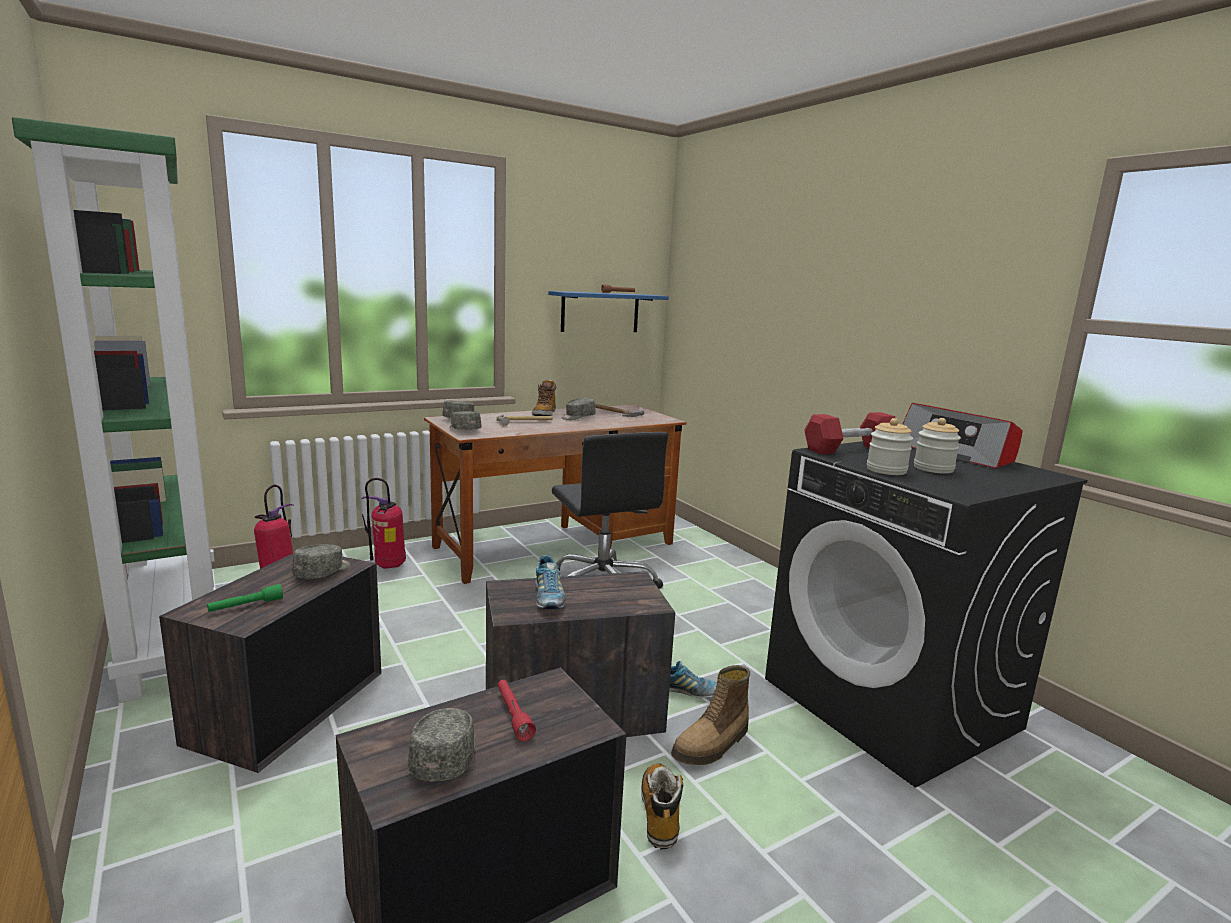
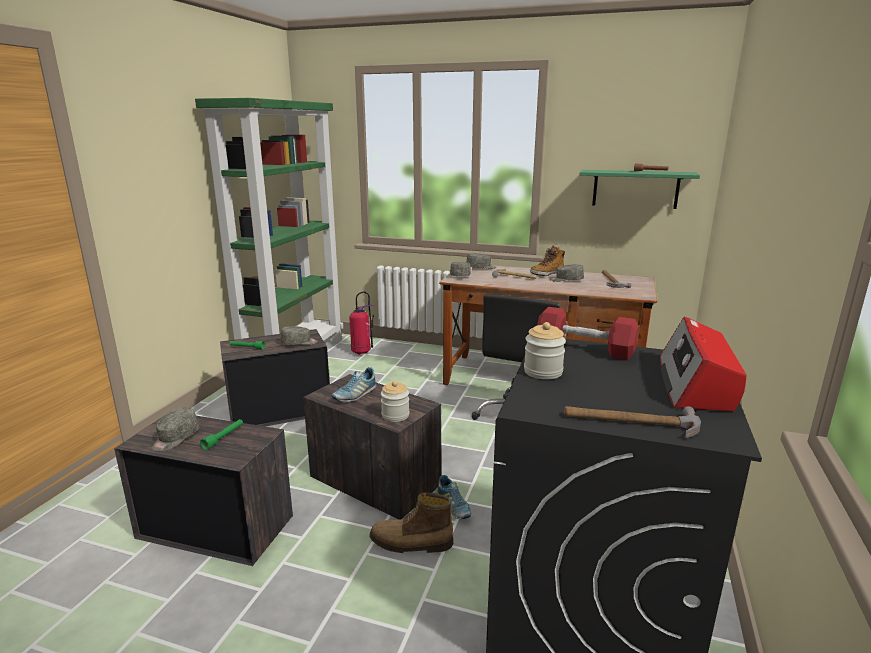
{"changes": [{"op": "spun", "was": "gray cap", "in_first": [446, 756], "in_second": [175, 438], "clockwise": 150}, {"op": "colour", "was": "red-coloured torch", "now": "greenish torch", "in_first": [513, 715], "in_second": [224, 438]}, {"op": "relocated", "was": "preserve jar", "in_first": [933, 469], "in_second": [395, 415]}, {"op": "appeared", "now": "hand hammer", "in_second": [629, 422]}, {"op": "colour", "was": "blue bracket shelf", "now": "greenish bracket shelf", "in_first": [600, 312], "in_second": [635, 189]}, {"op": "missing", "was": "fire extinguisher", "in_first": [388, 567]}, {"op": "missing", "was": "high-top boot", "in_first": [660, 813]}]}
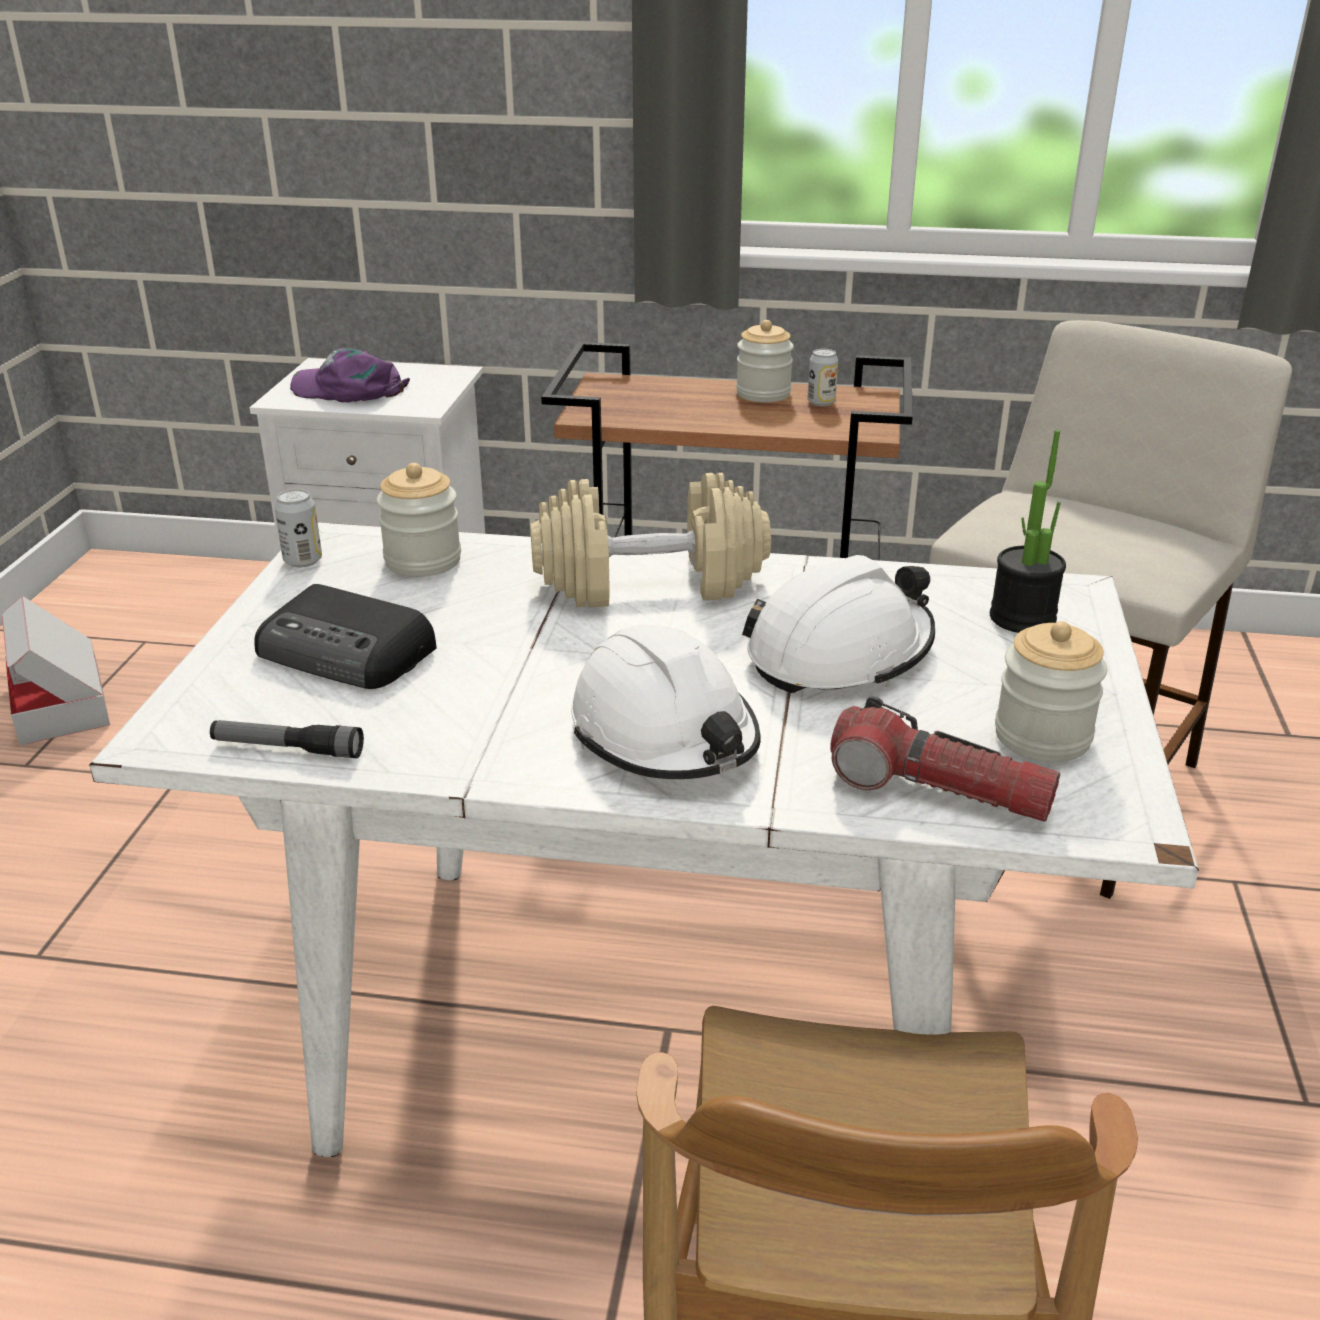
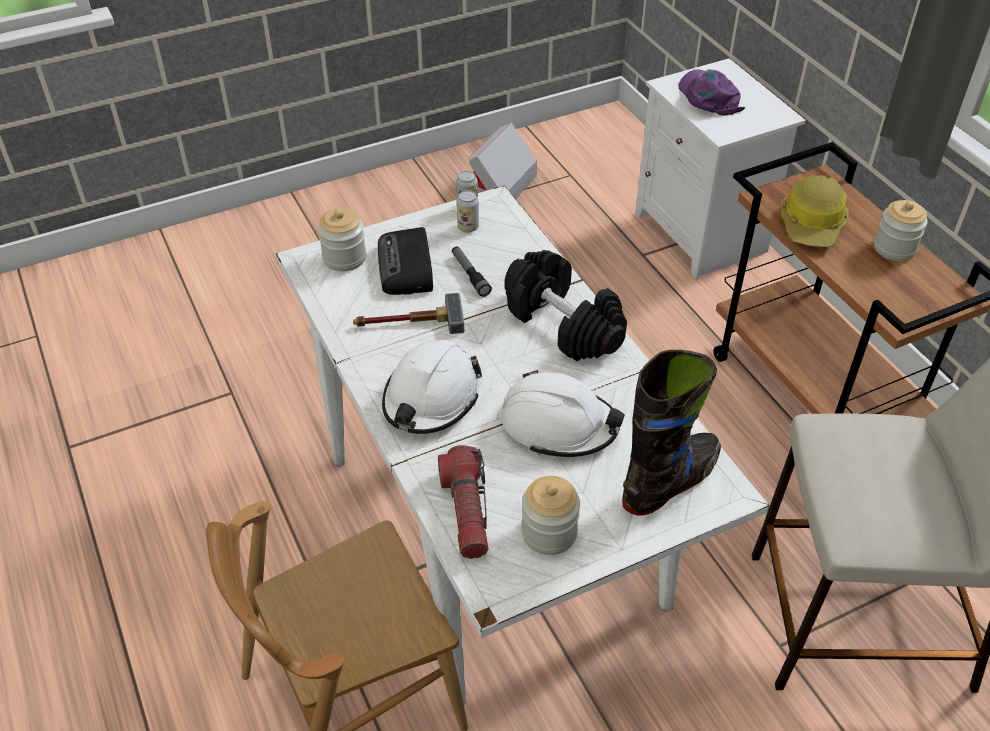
{"changes": [{"op": "relocated", "was": "preserve jar", "in_first": [423, 561], "in_second": [344, 258]}, {"op": "appeared", "now": "hand hammer", "in_second": [408, 322]}, {"op": "relocated", "was": "torch", "in_first": [287, 749], "in_second": [470, 275]}, {"op": "relocated", "was": "metal can", "in_first": [821, 402], "in_second": [468, 227]}, {"op": "colour", "was": "sand-coloured hand weight", "now": "black-coloured hand weight", "in_first": [650, 581], "in_second": [564, 324]}, {"op": "exchanged", "was": "potted plant", "now": "black-coloured high-top boot", "in_first": [1022, 618], "in_second": [670, 482]}, {"op": "appeared", "now": "safety helmet", "in_second": [812, 225]}]}
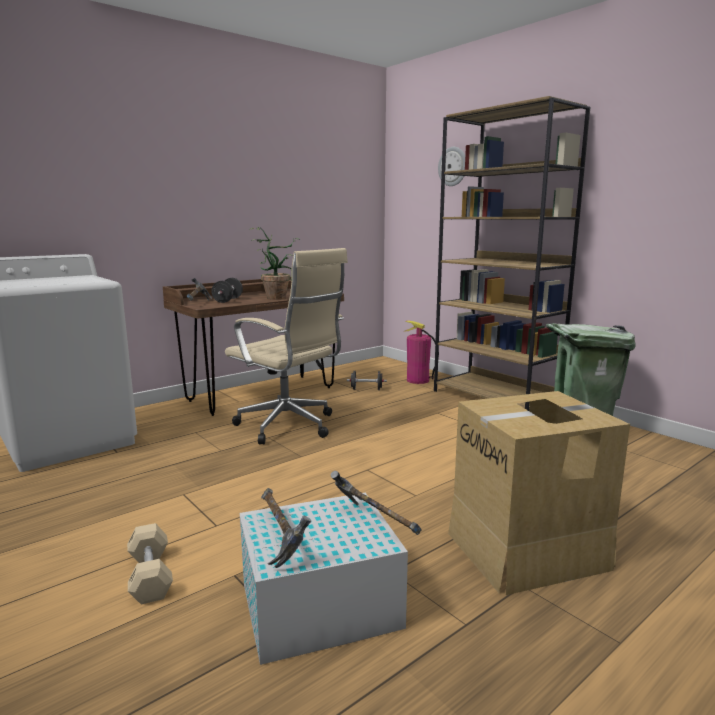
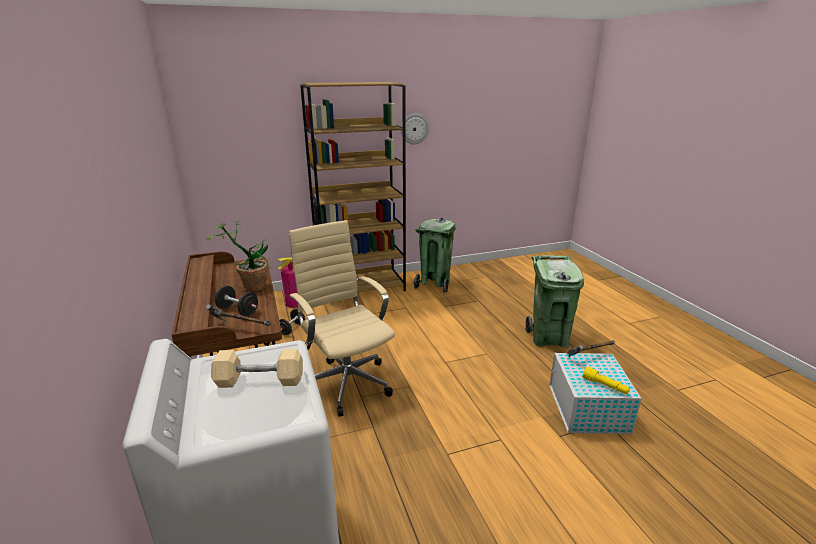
{"changes": [{"op": "relocated", "was": "sand-coloured hand weight", "in_first": [150, 576], "in_second": [260, 381]}, {"op": "spun", "was": "sand-coloured computer chair", "in_first": [290, 426], "in_second": [346, 382], "clockwise": -90}, {"op": "relocated", "was": "wall clock", "in_first": [453, 166], "in_second": [414, 129]}, {"op": "exchanged", "was": "cardboard box", "now": "greenish waste bin", "in_first": [528, 550], "in_second": [548, 338]}, {"op": "exchanged", "was": "hand hammer", "now": "yellowish torch", "in_first": [280, 540], "in_second": [605, 386]}]}
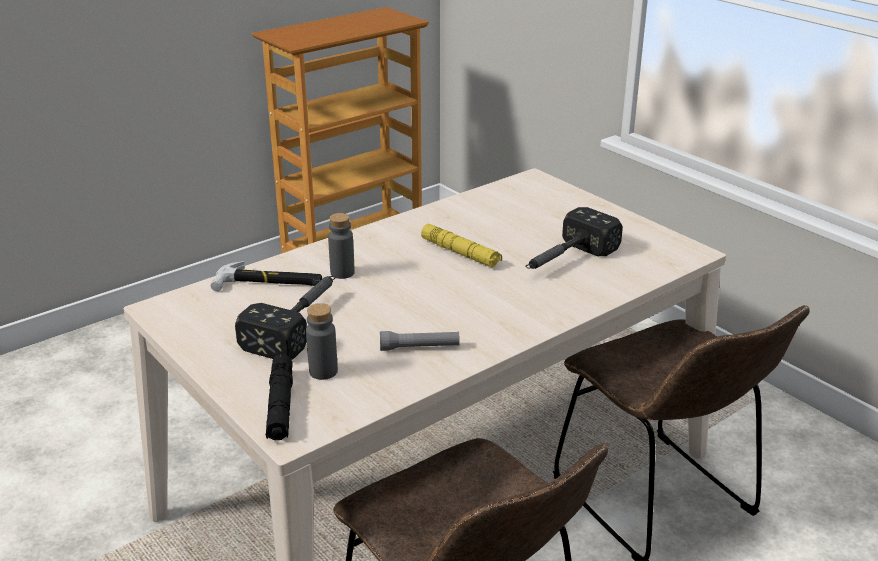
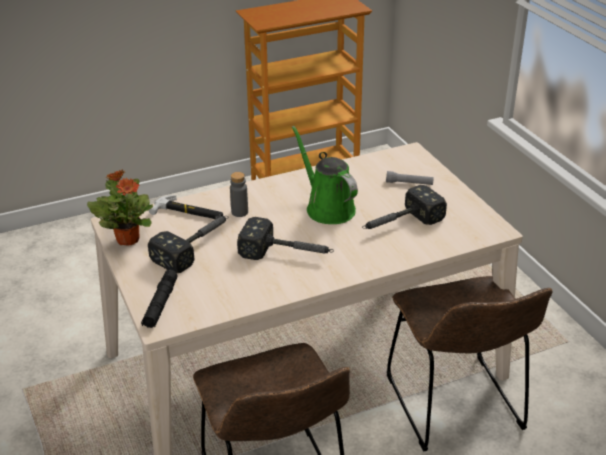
{"changes": [{"op": "appeared", "now": "potted plant", "in_second": [128, 239]}, {"op": "appeared", "now": "hand hammer", "in_second": [288, 253]}, {"op": "exchanged", "was": "yellowish torch", "now": "greenish sprinkling can", "in_first": [460, 253], "in_second": [327, 208]}, {"op": "relocated", "was": "gray torch", "in_first": [419, 347], "in_second": [409, 183]}, {"op": "missing", "was": "gray beverage bottle", "in_first": [323, 371]}]}
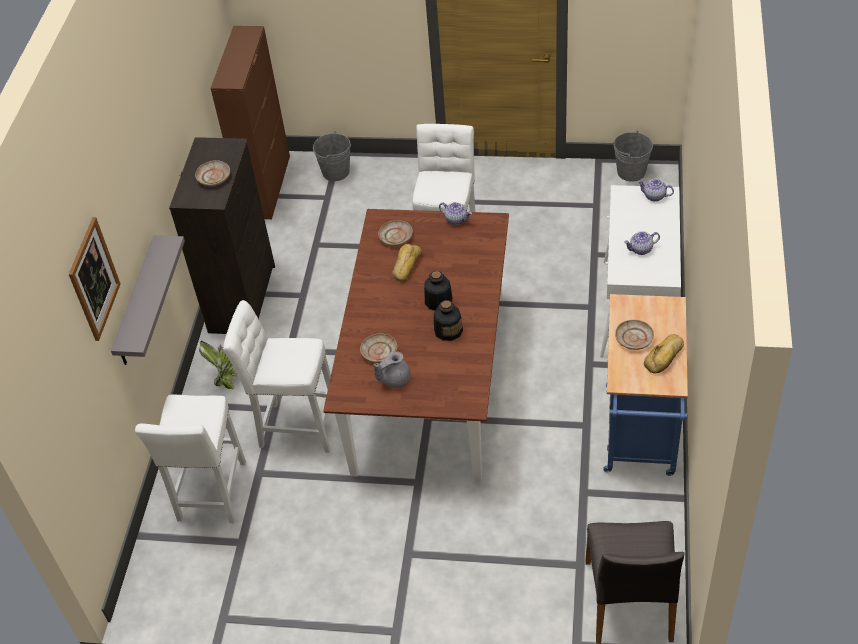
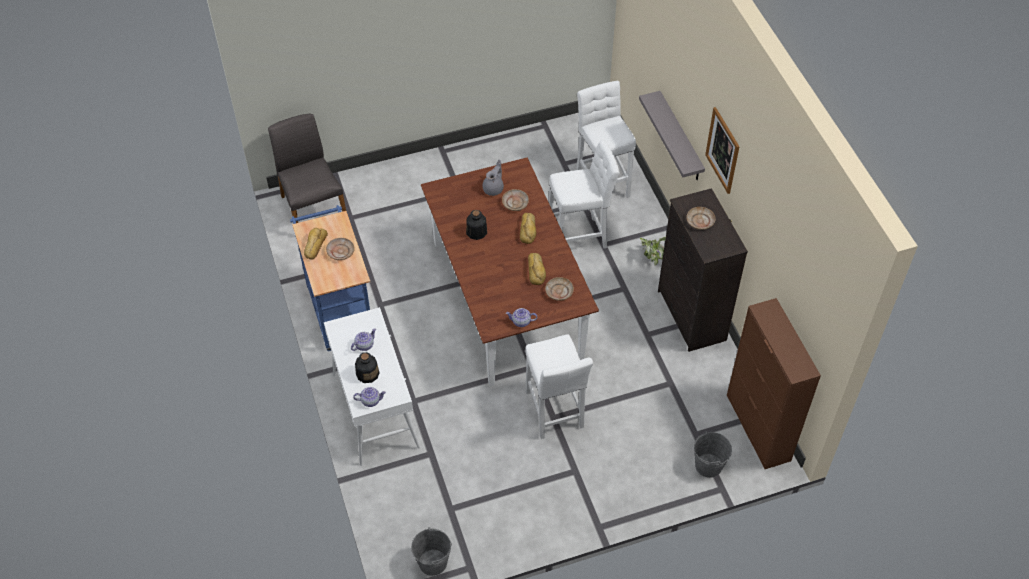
{"changes": [{"op": "relocated", "was": "beverage bottle", "in_first": [438, 301], "in_second": [367, 373]}, {"op": "appeared", "now": "bread", "in_second": [528, 230]}, {"op": "relocated", "was": "wall picture", "in_first": [94, 279], "in_second": [723, 150]}]}
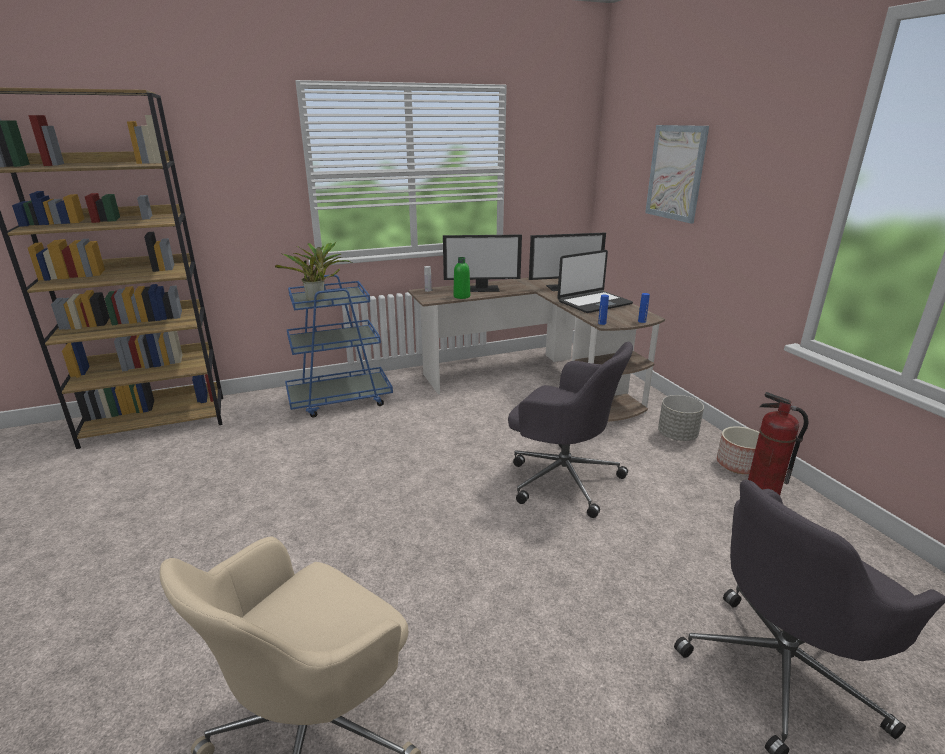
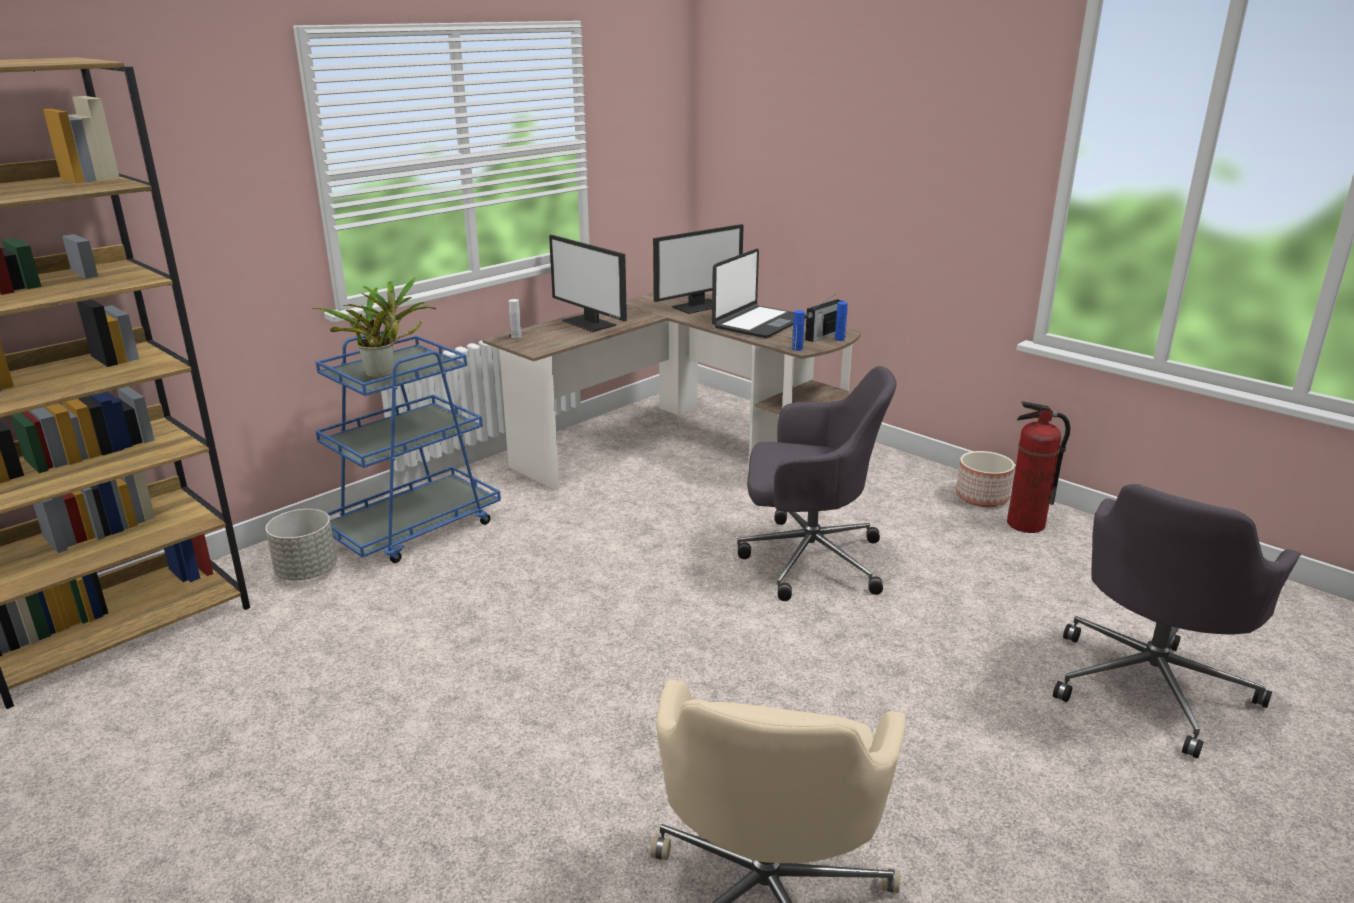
{"changes": [{"op": "relocated", "was": "gray plant pot", "in_first": [677, 436], "in_second": [307, 572]}, {"op": "spun", "was": "monitor", "in_first": [482, 288], "in_second": [590, 323], "clockwise": 75}, {"op": "appeared", "now": "radio receiver", "in_second": [823, 336]}, {"op": "missing", "was": "greenish beverage bottle", "in_first": [461, 296]}, {"op": "missing", "was": "wall picture", "in_first": [675, 173]}]}
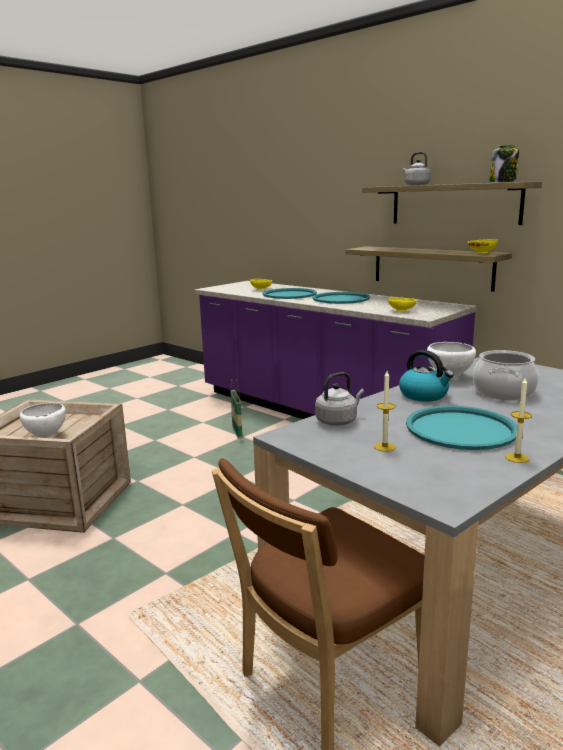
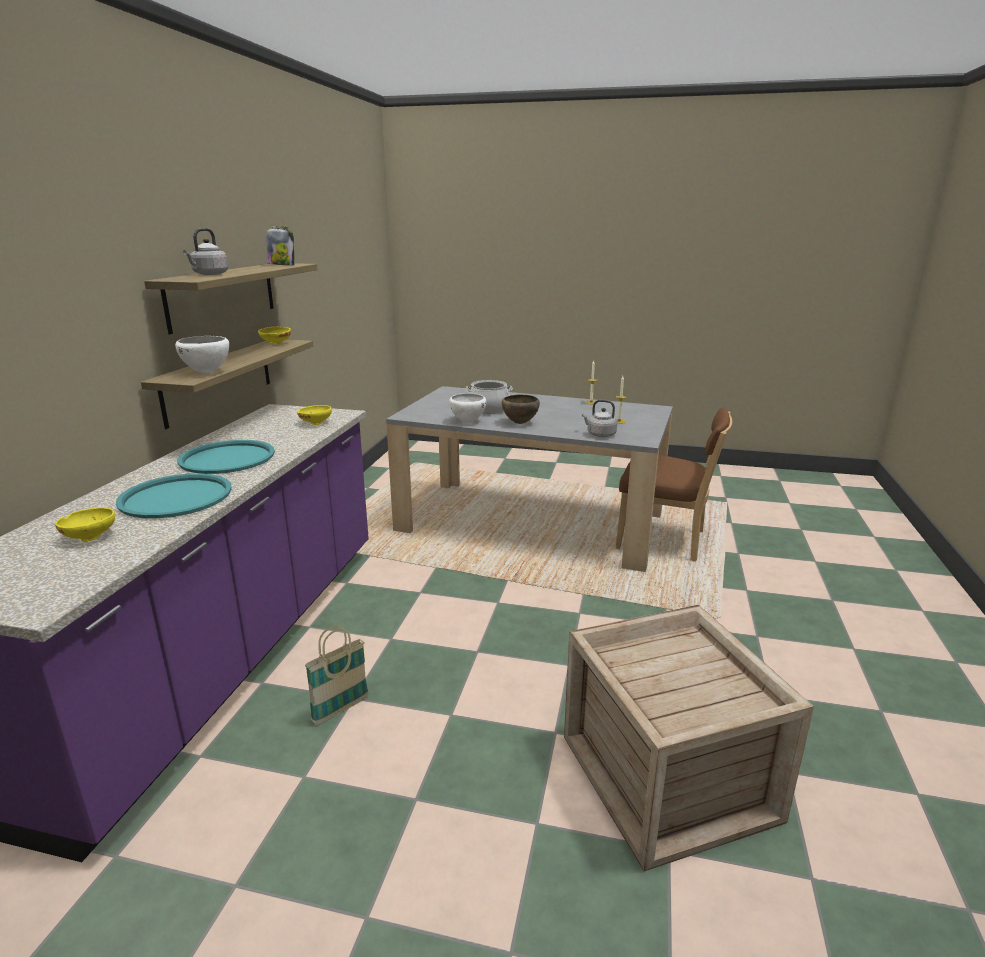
{"changes": [{"op": "relocated", "was": "white serving bowl", "in_first": [46, 436], "in_second": [207, 372]}, {"op": "exchanged", "was": "kettle", "now": "brown serving bowl", "in_first": [424, 395], "in_second": [519, 423]}, {"op": "missing", "was": "turquoise-coloured serving tray", "in_first": [461, 429]}]}
